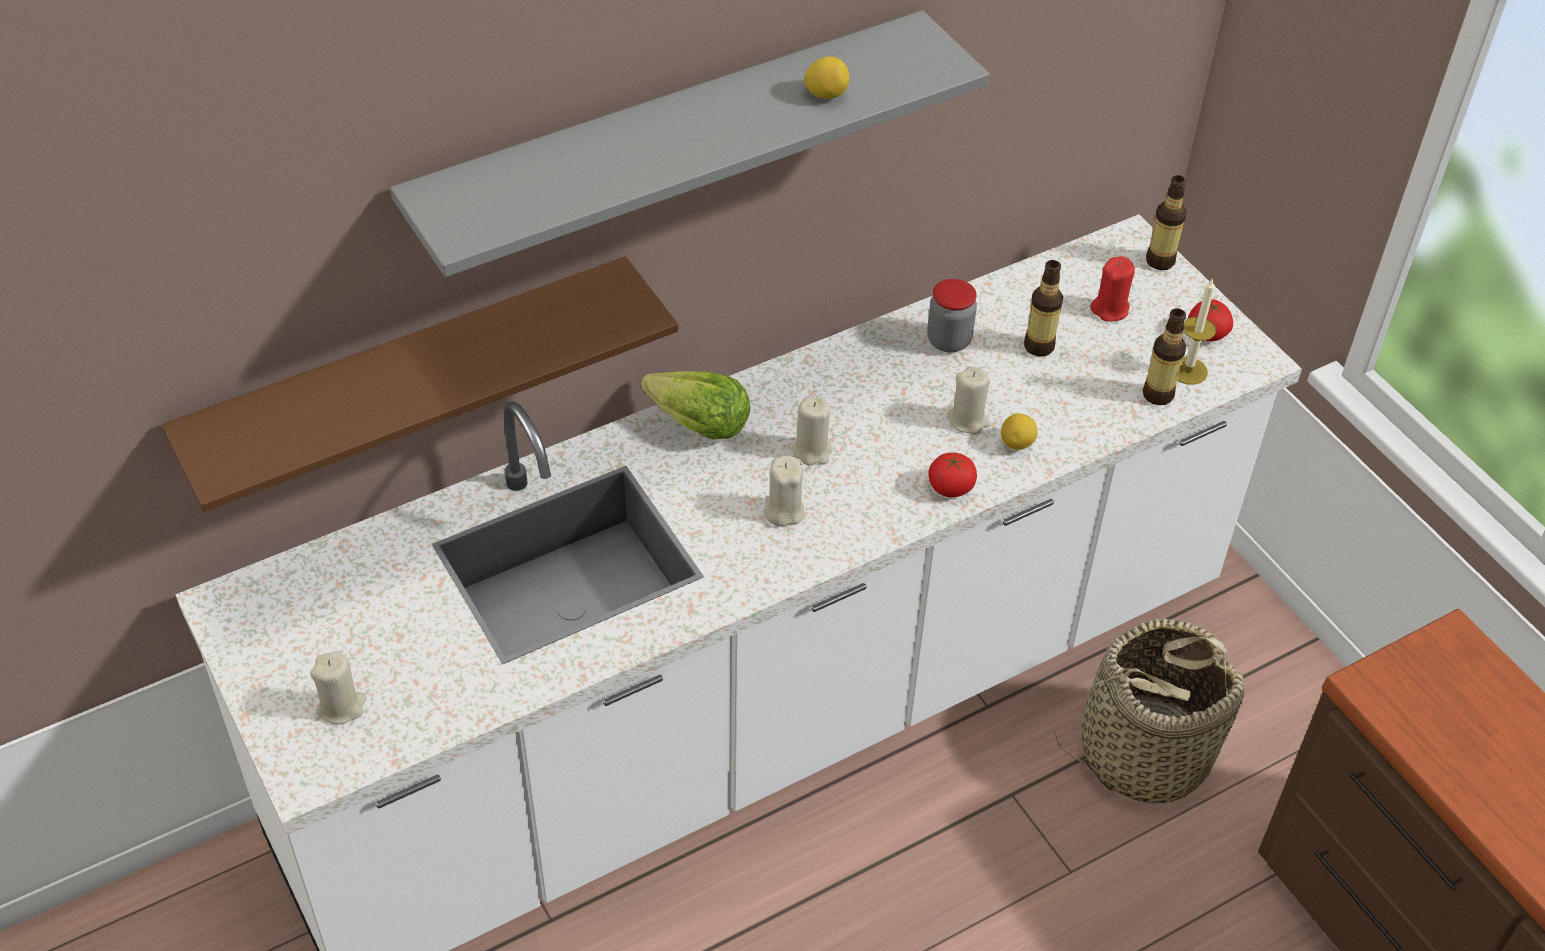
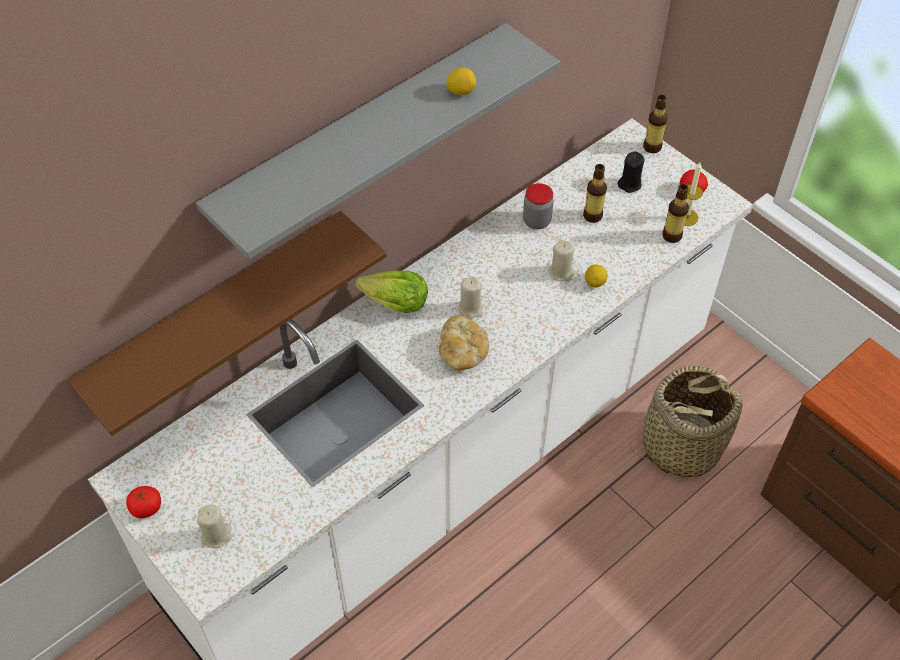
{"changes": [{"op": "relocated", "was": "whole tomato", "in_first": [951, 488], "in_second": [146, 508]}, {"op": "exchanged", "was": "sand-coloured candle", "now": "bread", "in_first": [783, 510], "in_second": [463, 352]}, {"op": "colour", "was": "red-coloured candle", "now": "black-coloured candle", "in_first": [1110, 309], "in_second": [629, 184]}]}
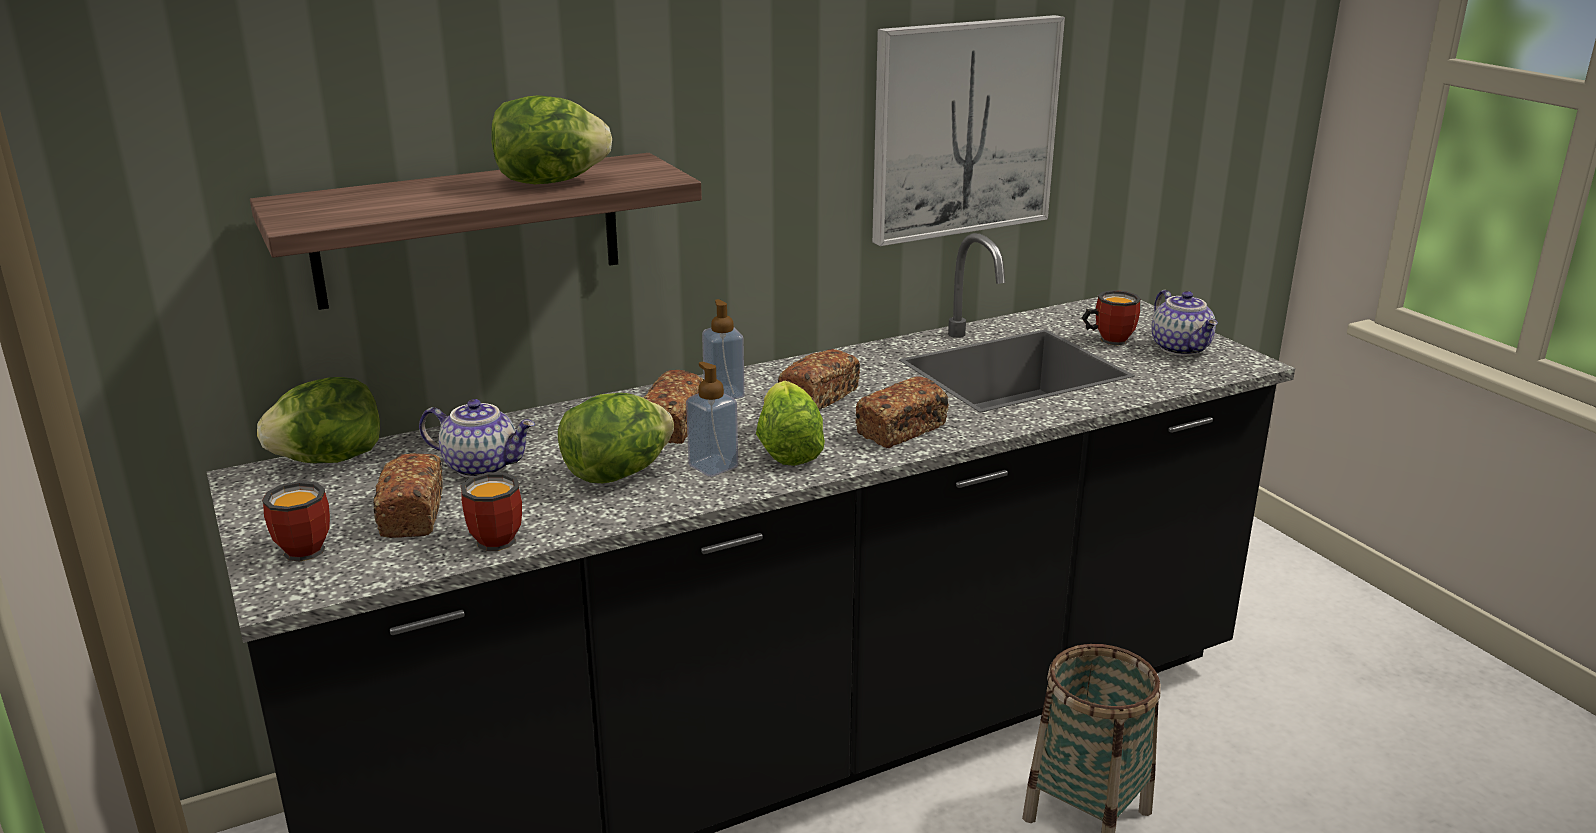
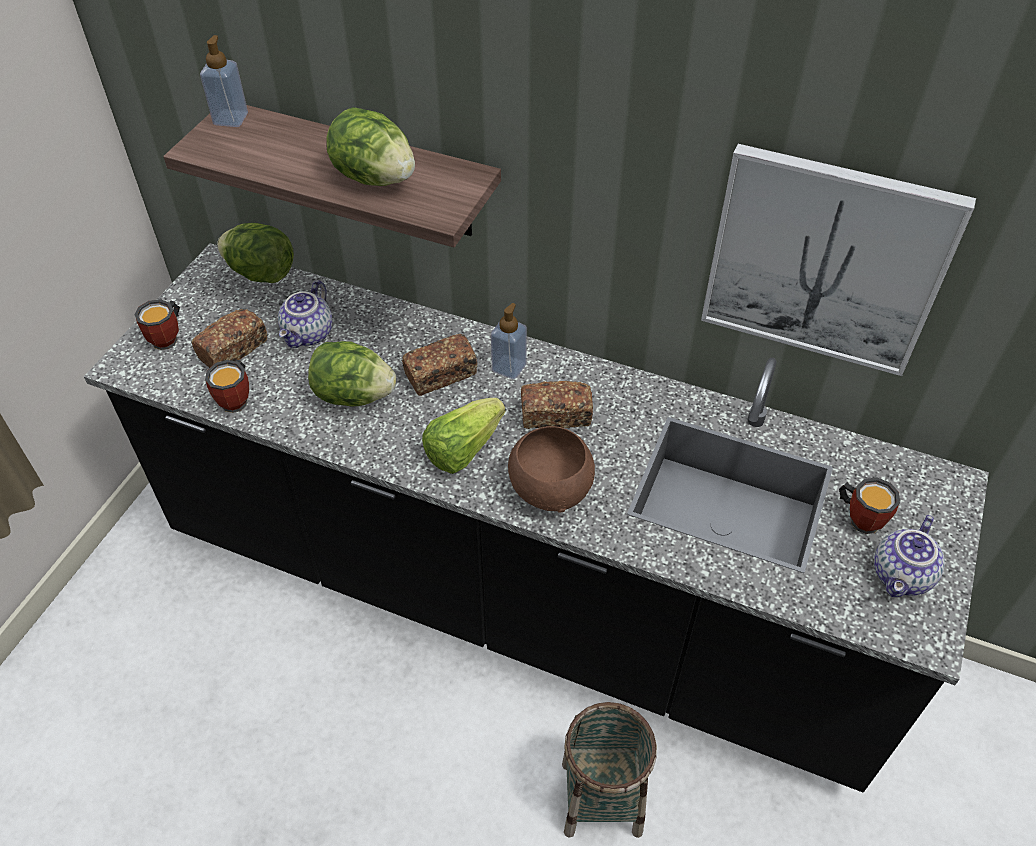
{"changes": [{"op": "relocated", "was": "liquid soap bottle", "in_first": [713, 466], "in_second": [230, 119]}, {"op": "spun", "was": "pot for tea", "in_first": [483, 466], "in_second": [309, 335], "clockwise": 45}, {"op": "exchanged", "was": "bread", "now": "brown serving bowl", "in_first": [901, 430], "in_second": [549, 489]}]}
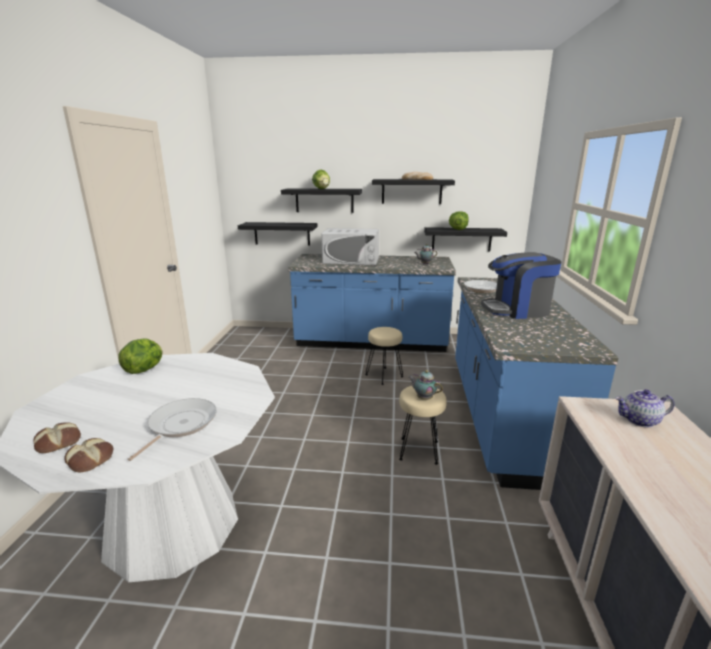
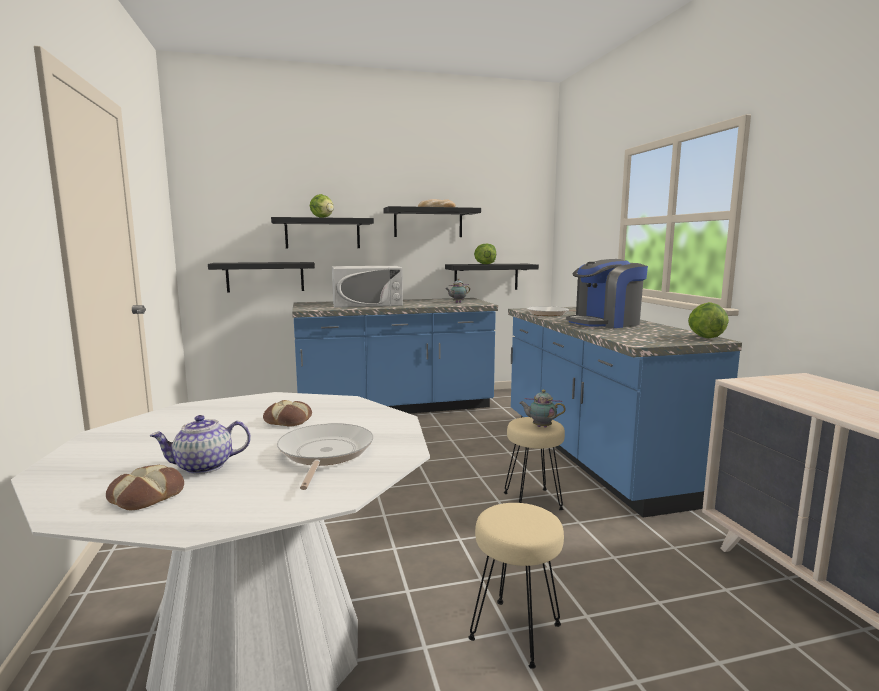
{"changes": [{"op": "relocated", "was": "pot for tea", "in_first": [639, 421], "in_second": [203, 467]}, {"op": "relocated", "was": "bread", "in_first": [91, 459], "in_second": [289, 420]}, {"op": "relocated", "was": "sand-coloured stool", "in_first": [384, 376], "in_second": [516, 632]}, {"op": "relocated", "was": "lettuce", "in_first": [145, 369], "in_second": [704, 337]}]}
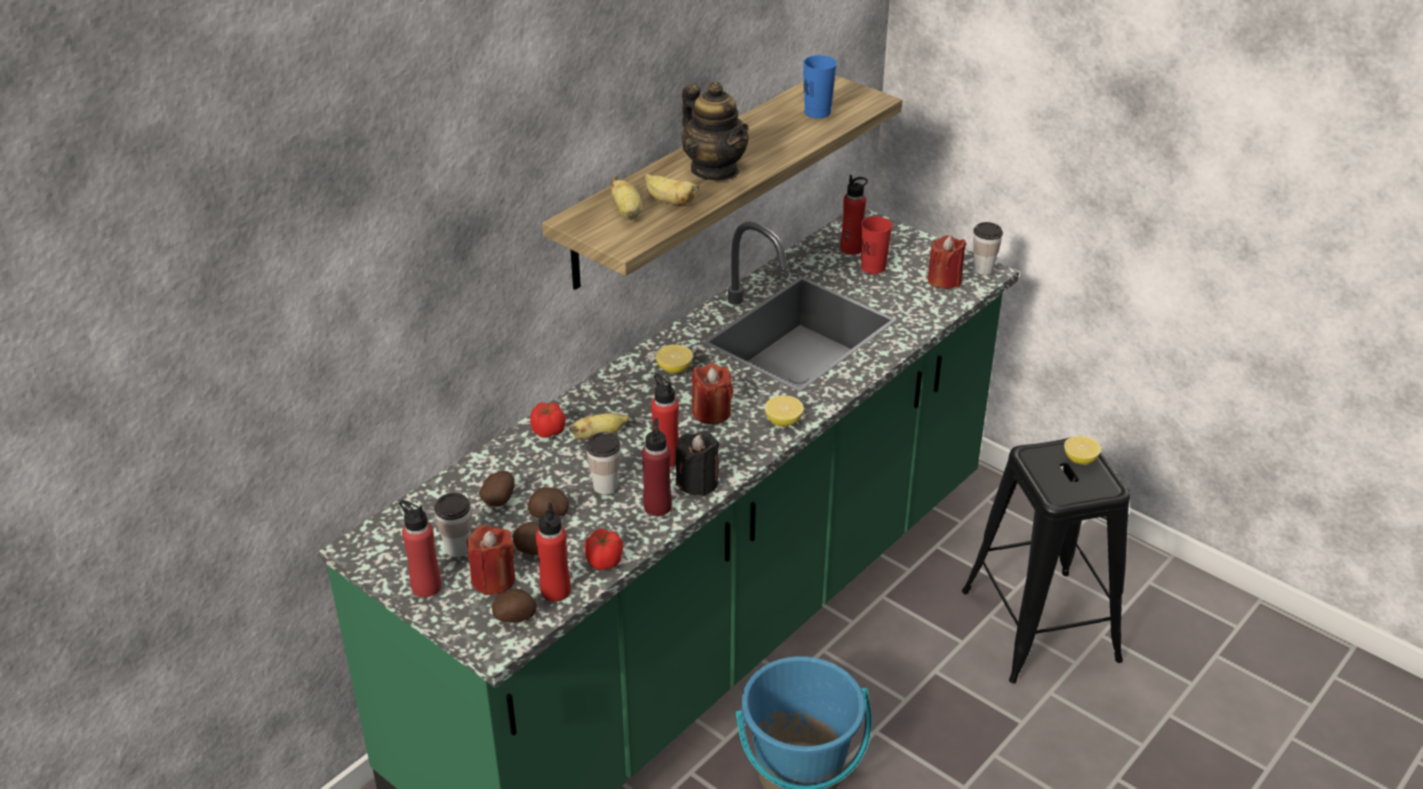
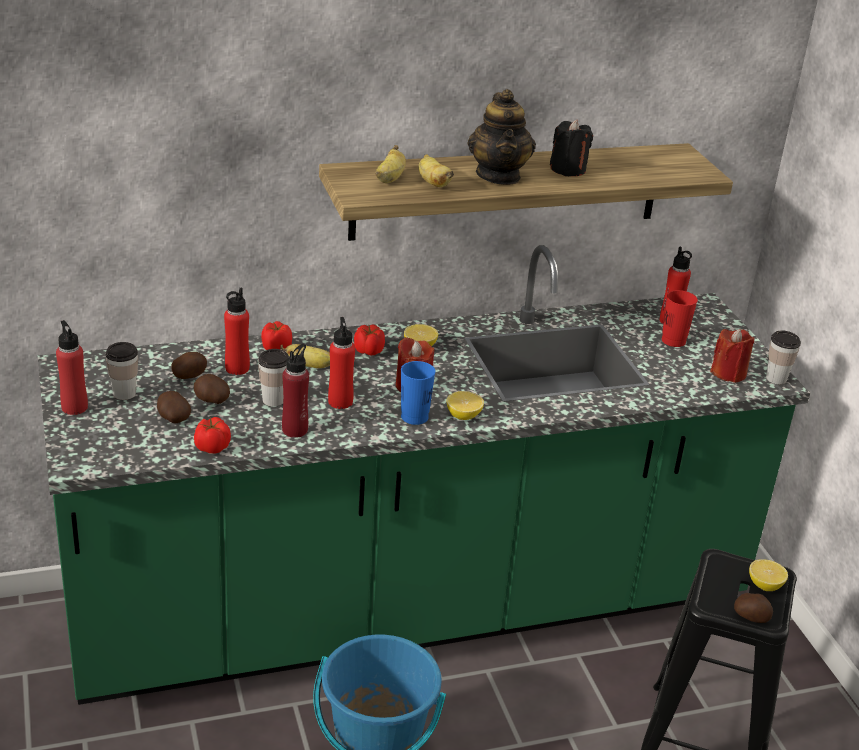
{"changes": [{"op": "relocated", "was": "red-coloured beverage bottle", "in_first": [555, 591], "in_second": [237, 368]}, {"op": "appeared", "now": "whole tomato", "in_second": [369, 351]}, {"op": "relocated", "was": "blue small cup", "in_first": [817, 112], "in_second": [414, 417]}, {"op": "relocated", "was": "black-coloured candle", "in_first": [697, 482], "in_second": [568, 169]}, {"op": "relocated", "was": "potato", "in_first": [515, 617], "in_second": [751, 617]}, {"op": "missing", "was": "red-coloured candle", "in_first": [493, 579]}]}
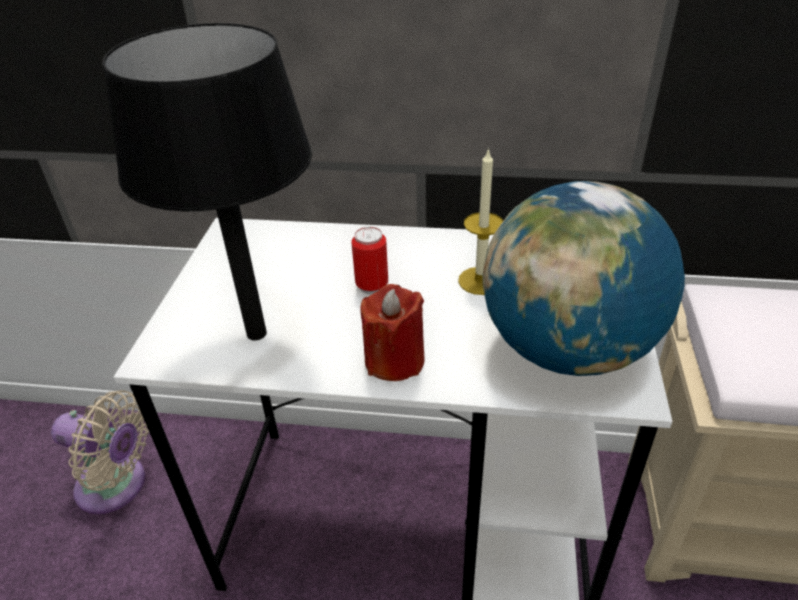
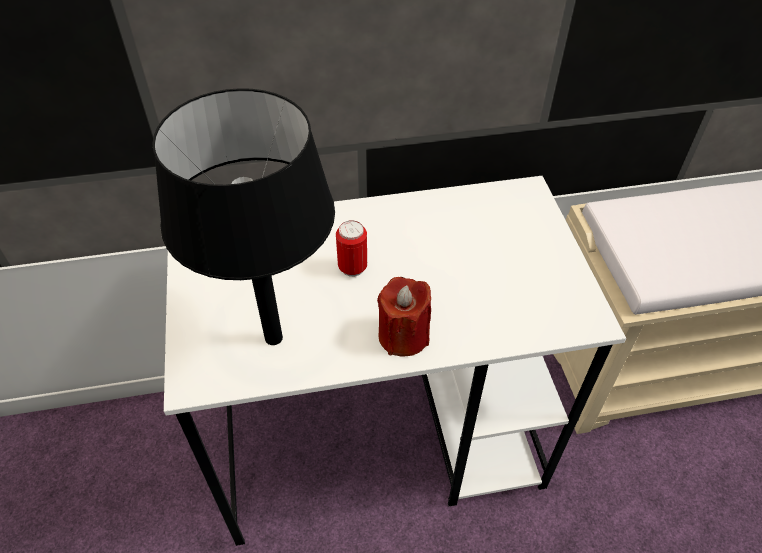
{"changes": [{"op": "missing", "was": "sand-coloured electric fan", "in_first": [117, 486]}, {"op": "missing", "was": "candle", "in_first": [480, 281]}, {"op": "missing", "was": "desk globe", "in_first": [566, 349]}]}
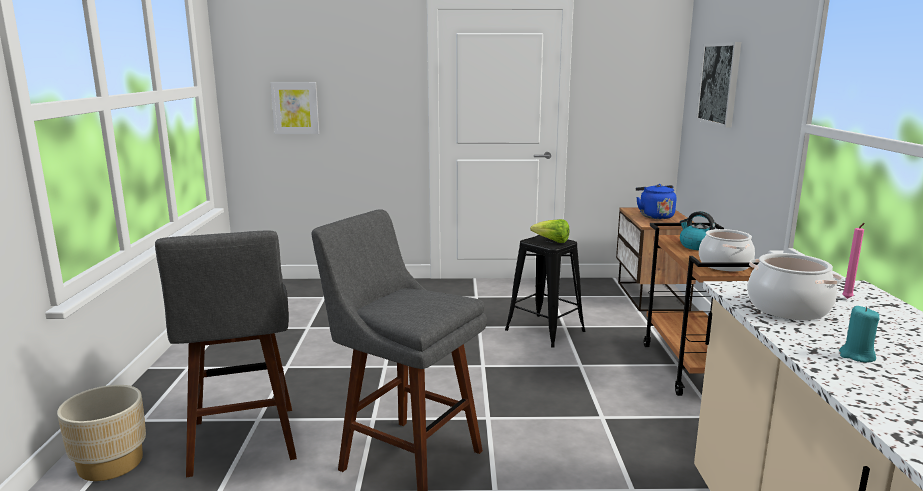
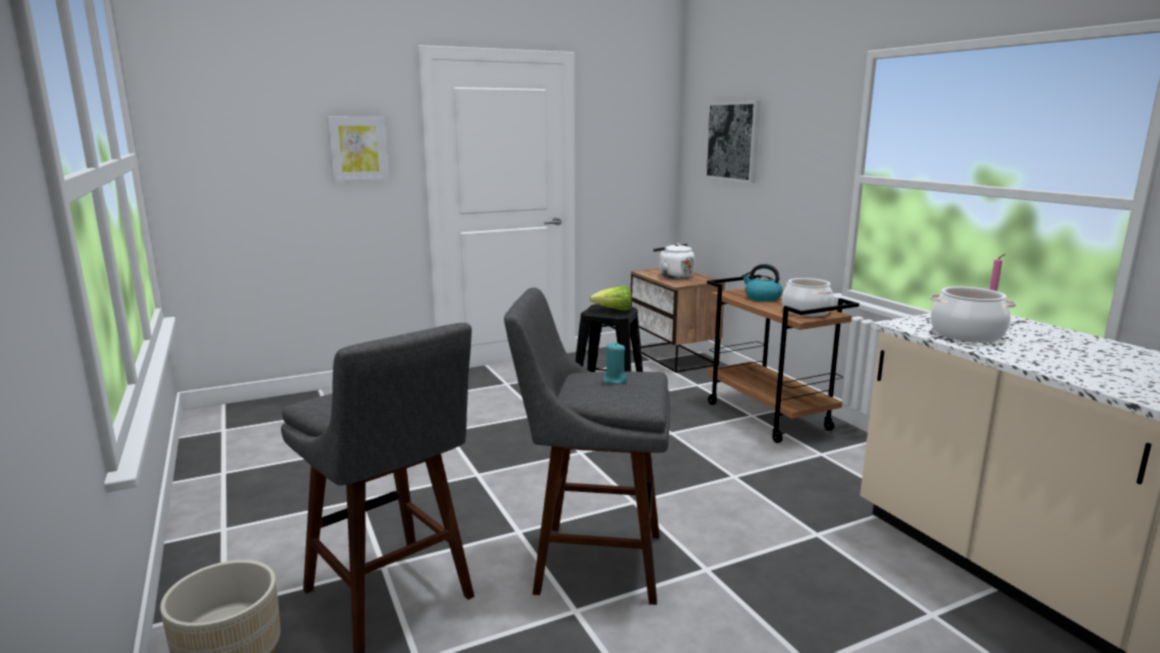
{"changes": [{"op": "relocated", "was": "wall picture", "in_first": [295, 108], "in_second": [358, 148]}, {"op": "relocated", "was": "turquoise-coloured candle", "in_first": [856, 356], "in_second": [614, 380]}, {"op": "colour", "was": "blue kettle", "now": "white kettle", "in_first": [654, 216], "in_second": [673, 276]}]}
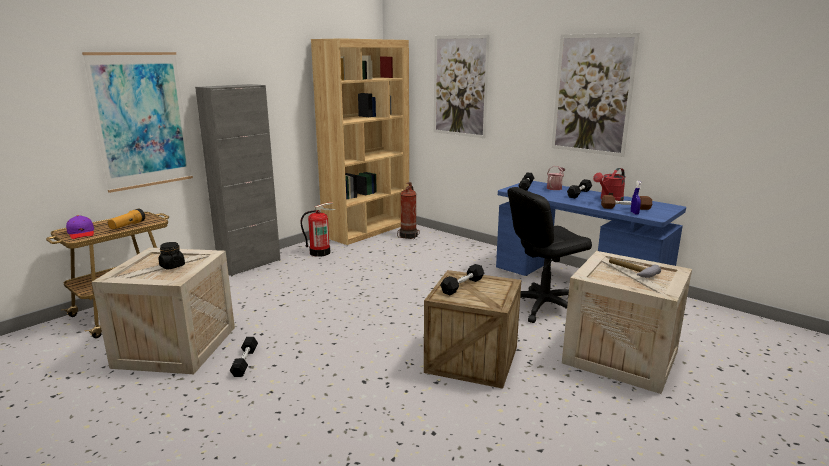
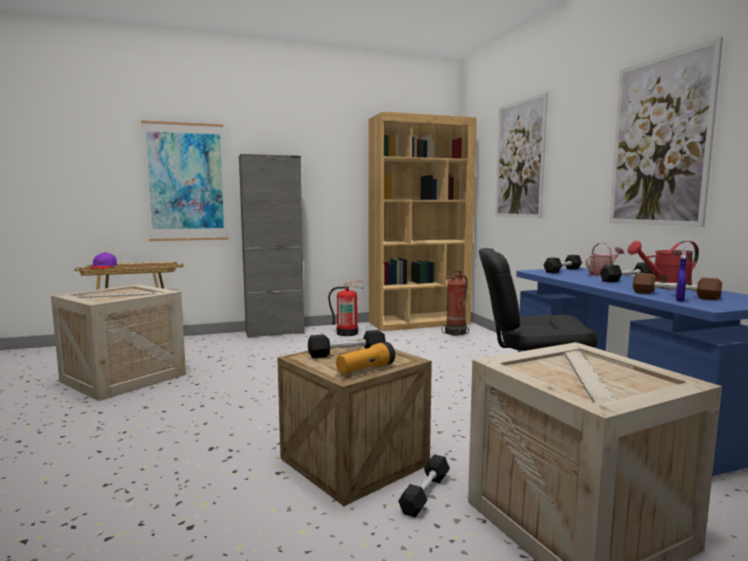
{"changes": [{"op": "relocated", "was": "torch", "in_first": [127, 226], "in_second": [365, 369]}, {"op": "relocated", "was": "black-coloured hand weight", "in_first": [245, 362], "in_second": [425, 494]}, {"op": "missing", "was": "black-coloured preserve jar", "in_first": [172, 266]}, {"op": "missing", "was": "hand hammer", "in_first": [630, 271]}]}
